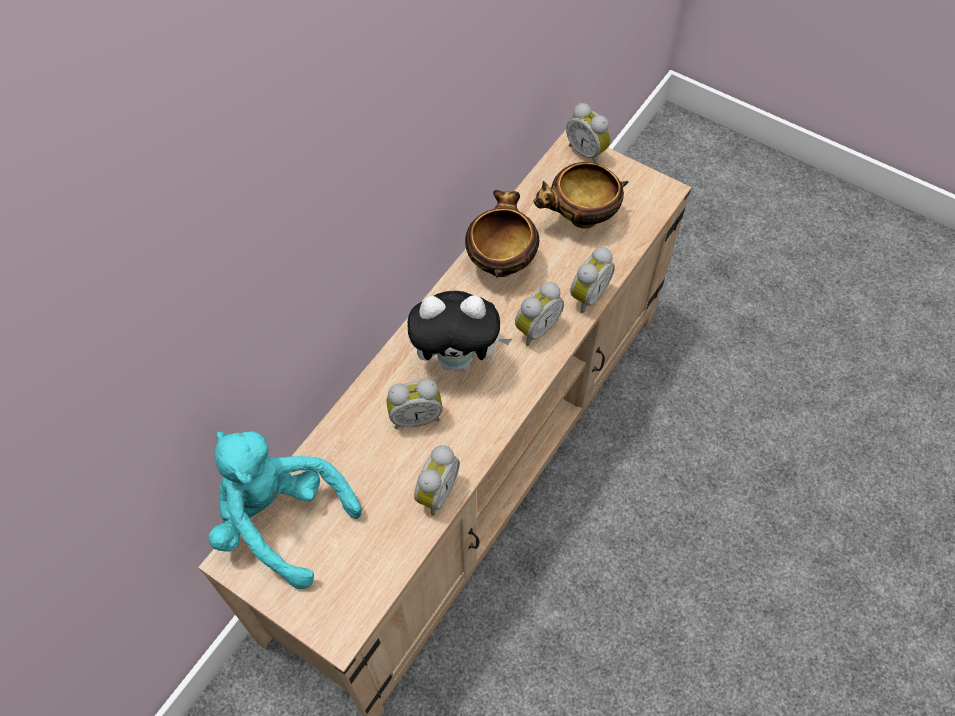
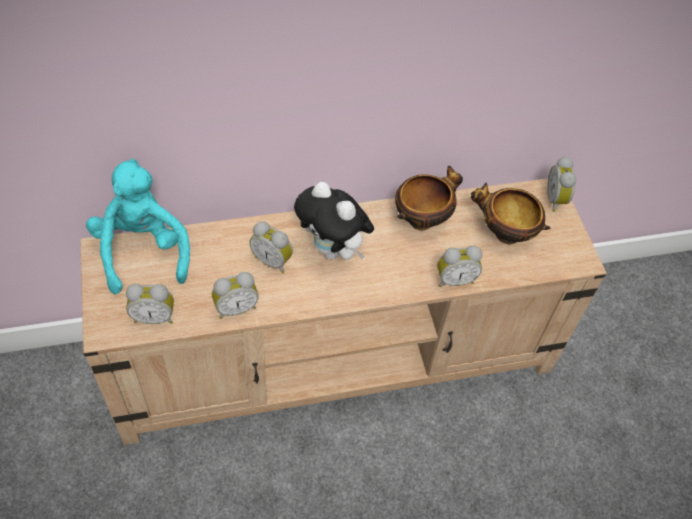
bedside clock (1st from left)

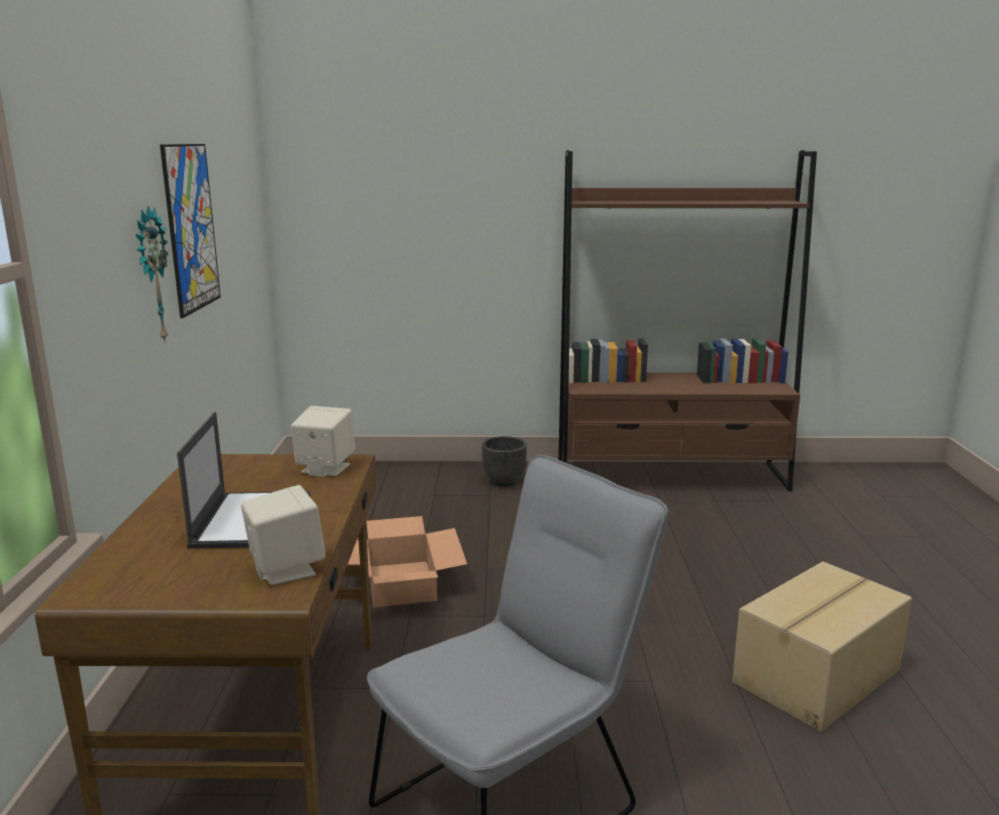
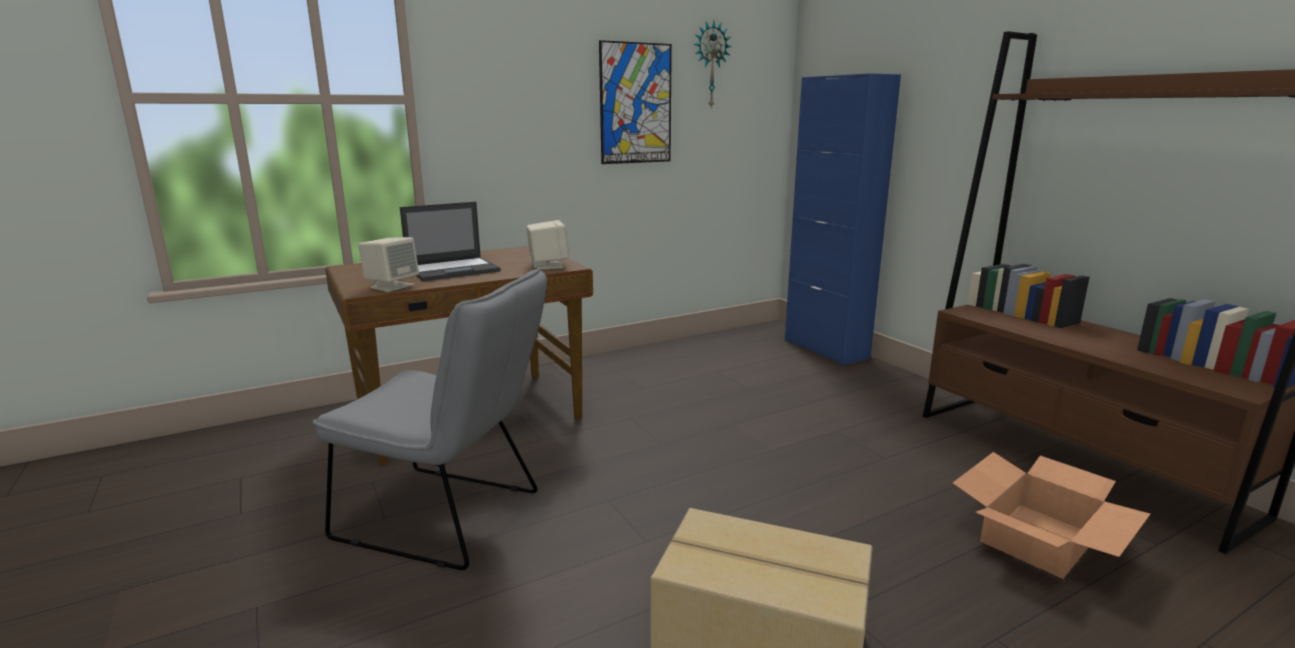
black planter
blue-coloured cupboard
wall clock
carton (2nd from left)

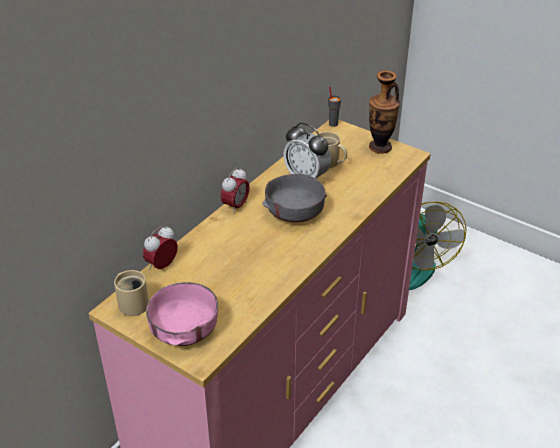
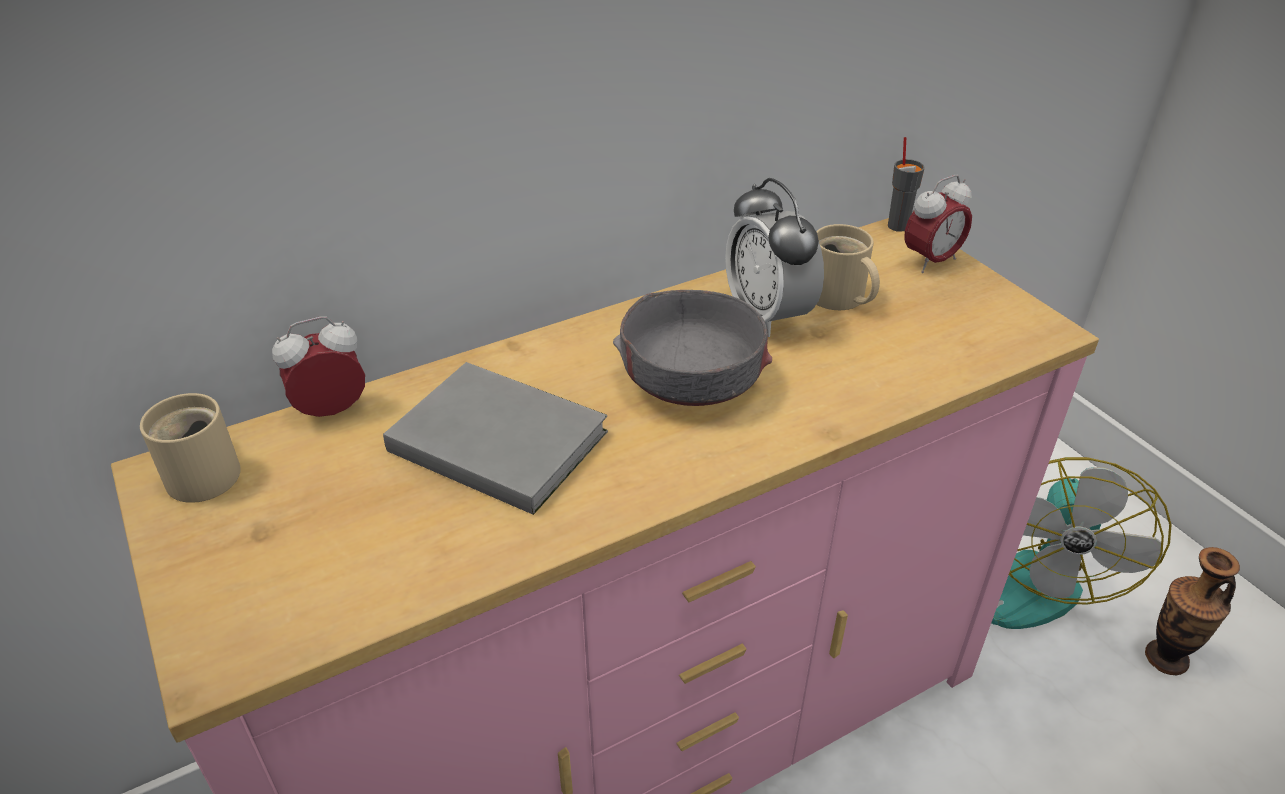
pink bowl
grey volume
bedside clock (3rd from left)
decorative vase

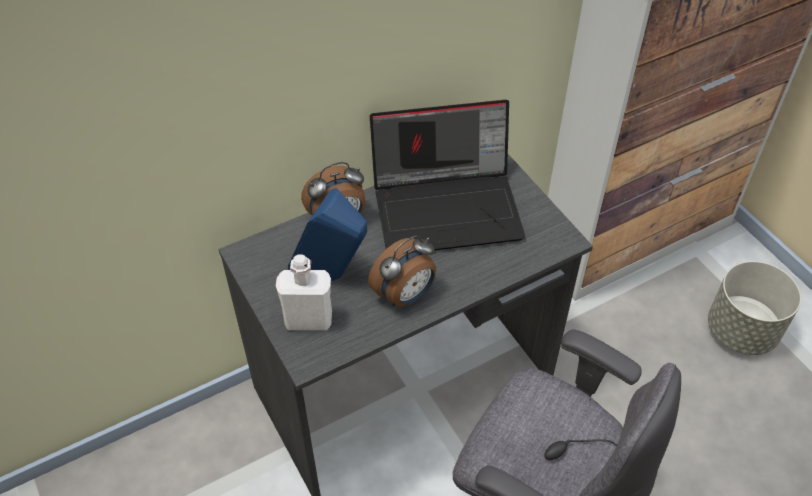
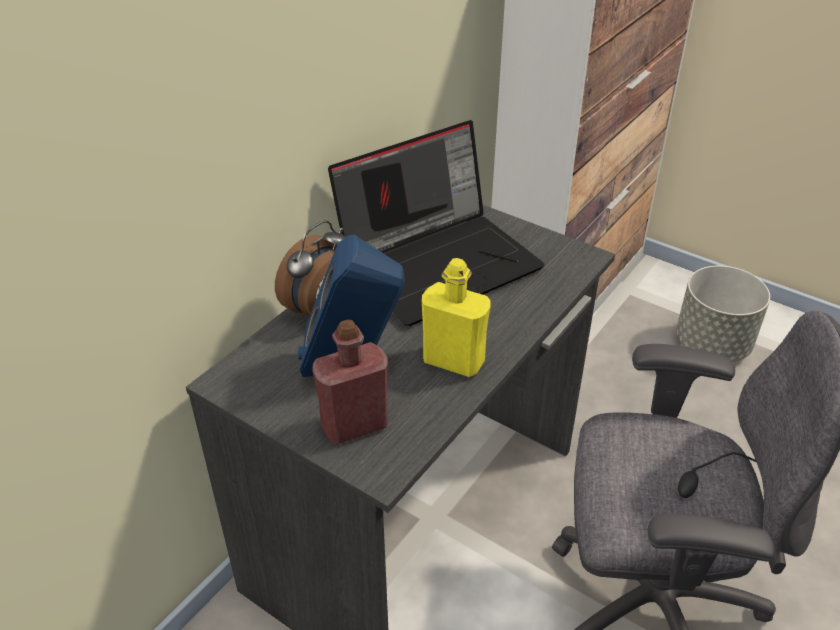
yellowish beverage bottle
reddish beverage bottle

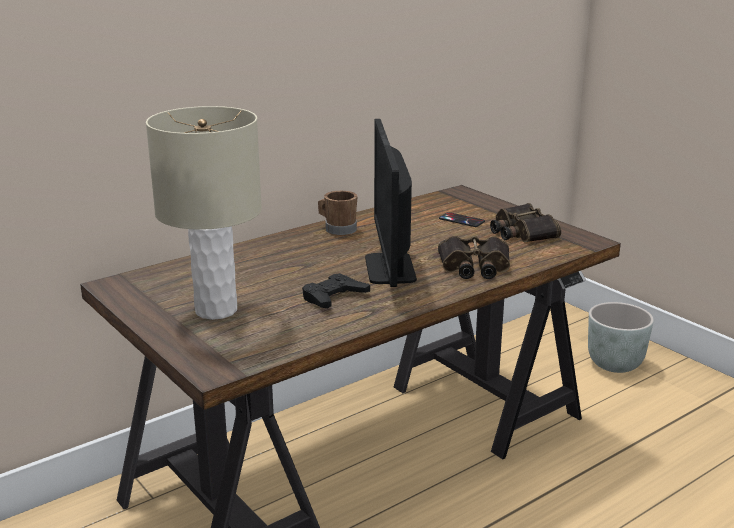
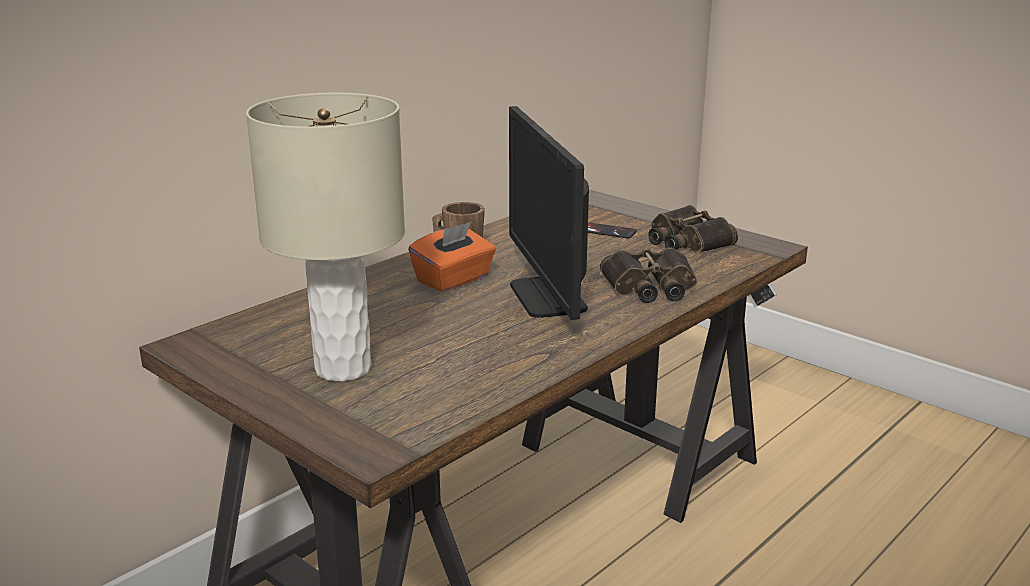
black gamepad
grey planter
orange-coloured box of tissues

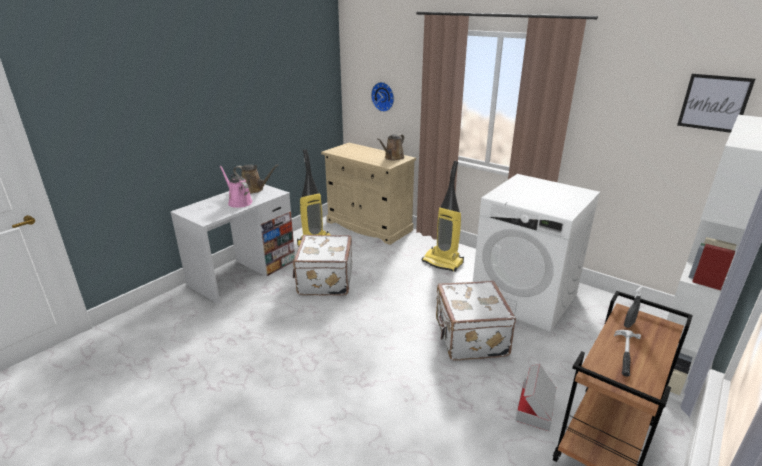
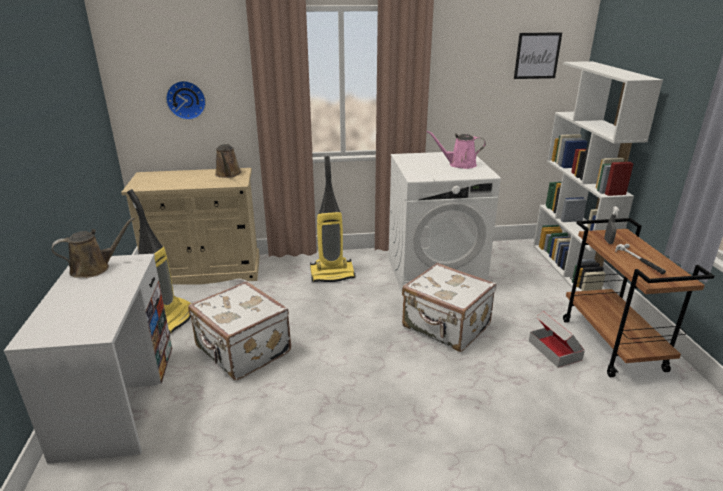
pink sprinkling can

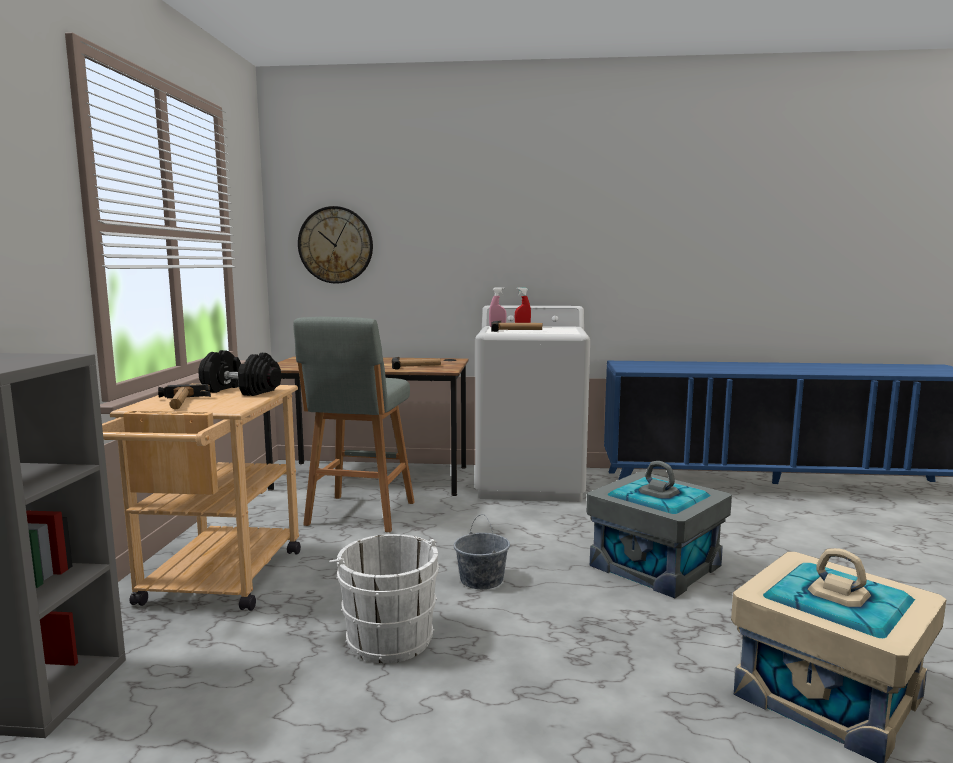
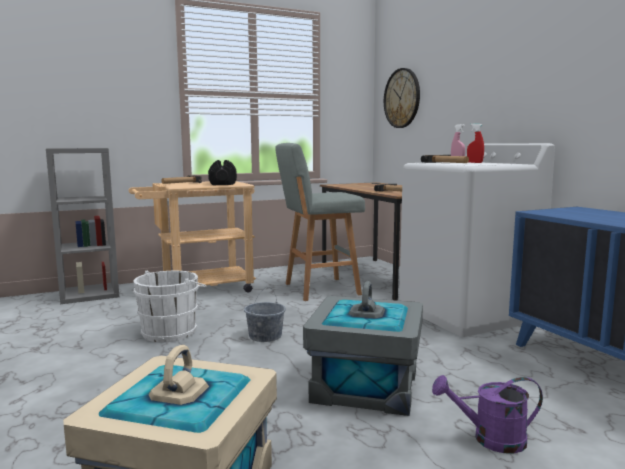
purple sprinkling can

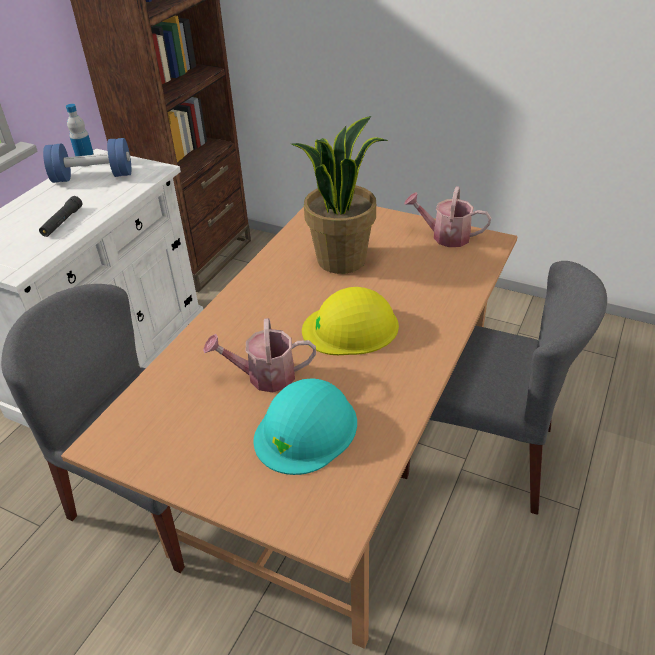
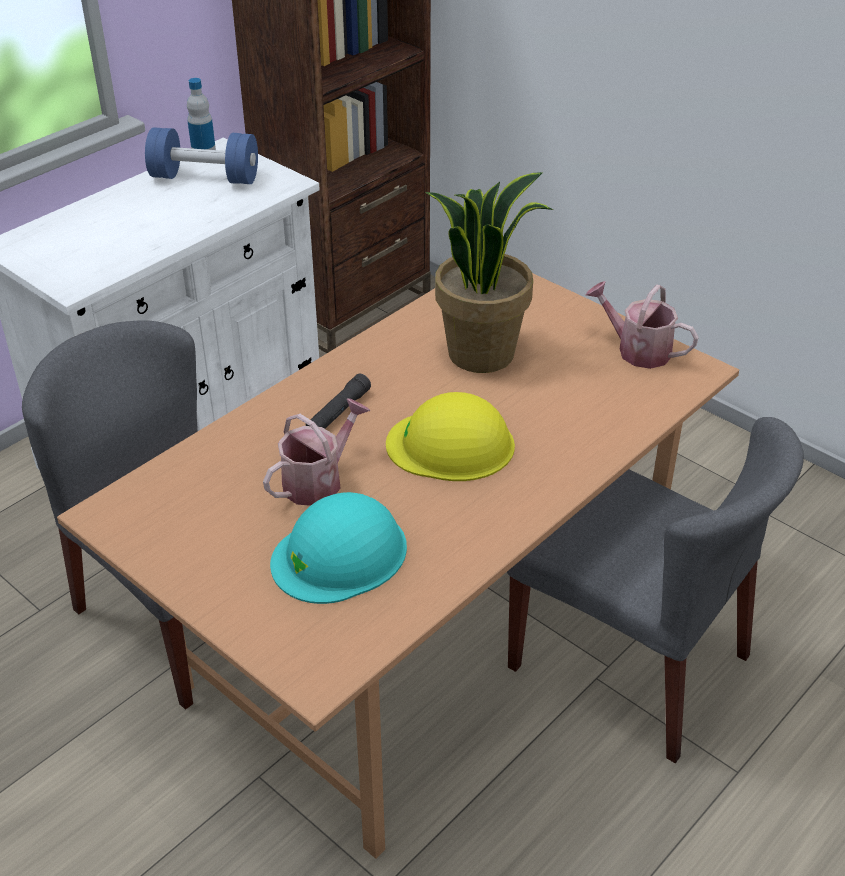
black hand torch
sprinkling can (1st from left)

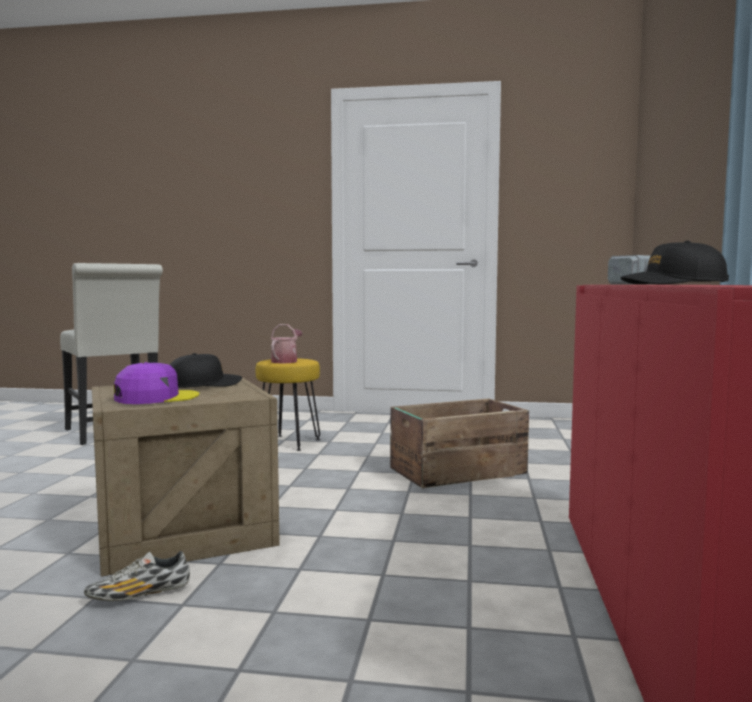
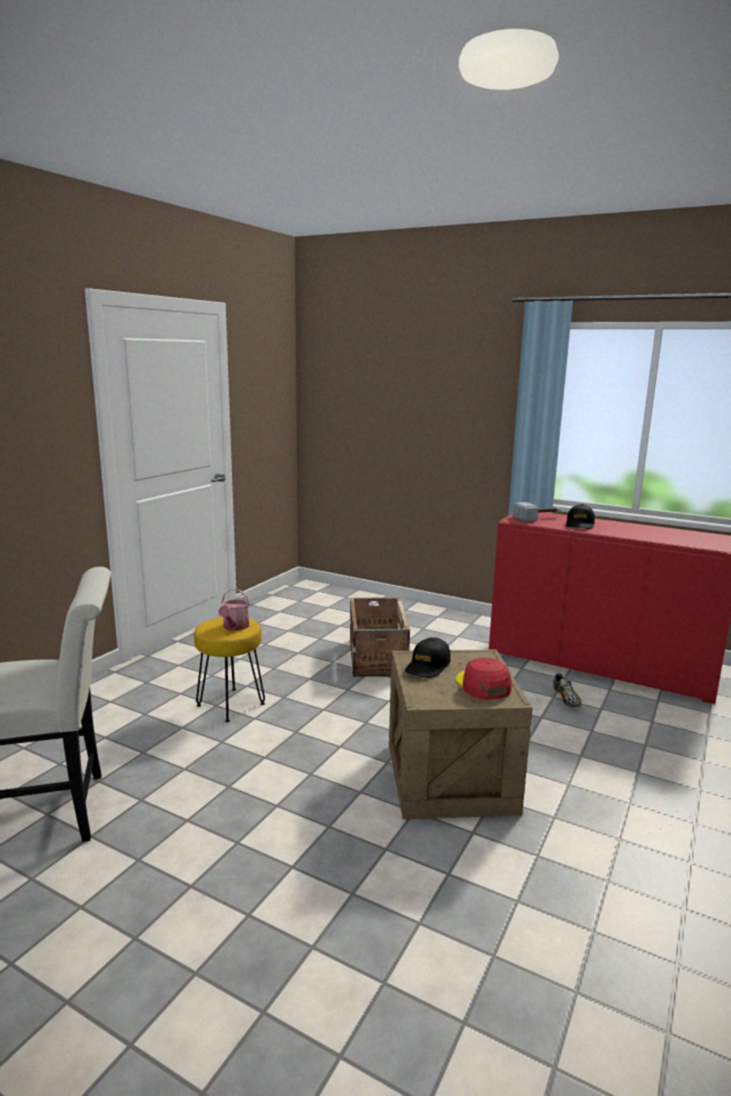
item of footwear
reddish cap
black cap (1st from left)
sprinkling can

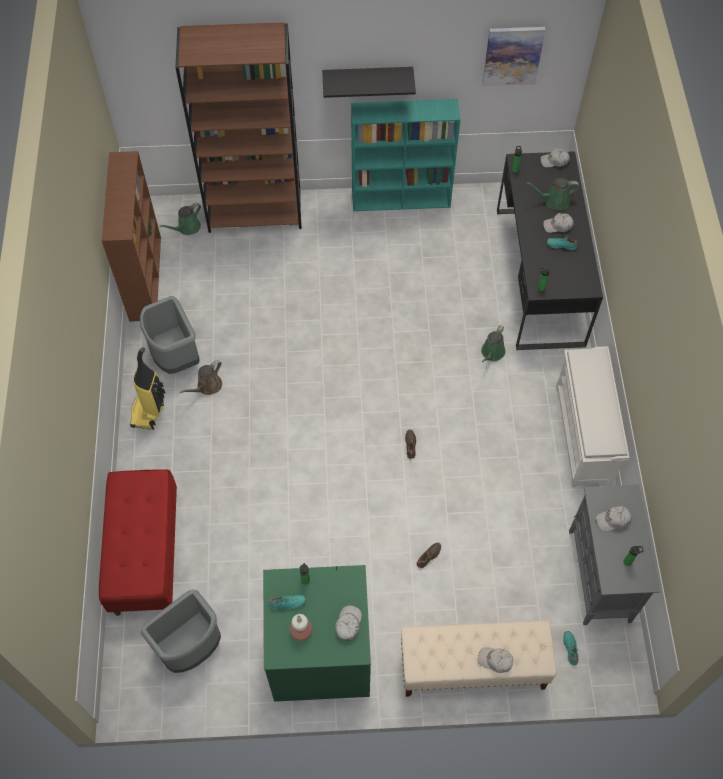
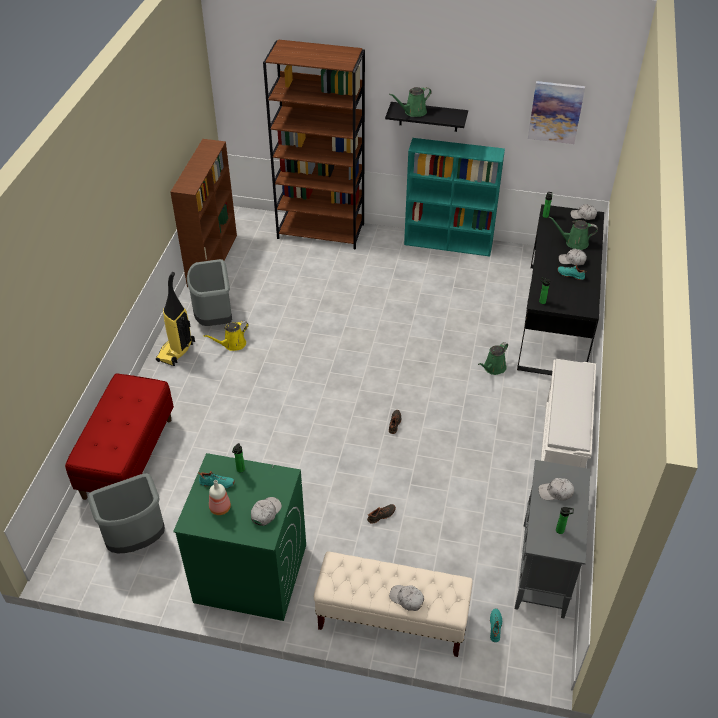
green sprinkling can (1st from left)
yellowish sprinkling can

